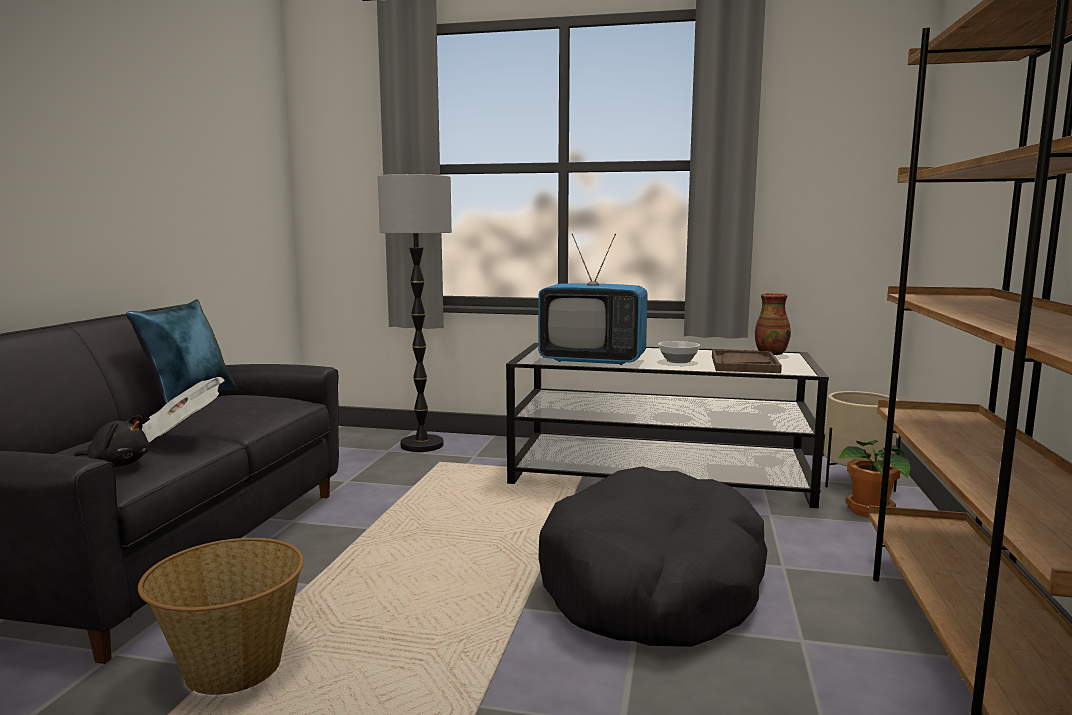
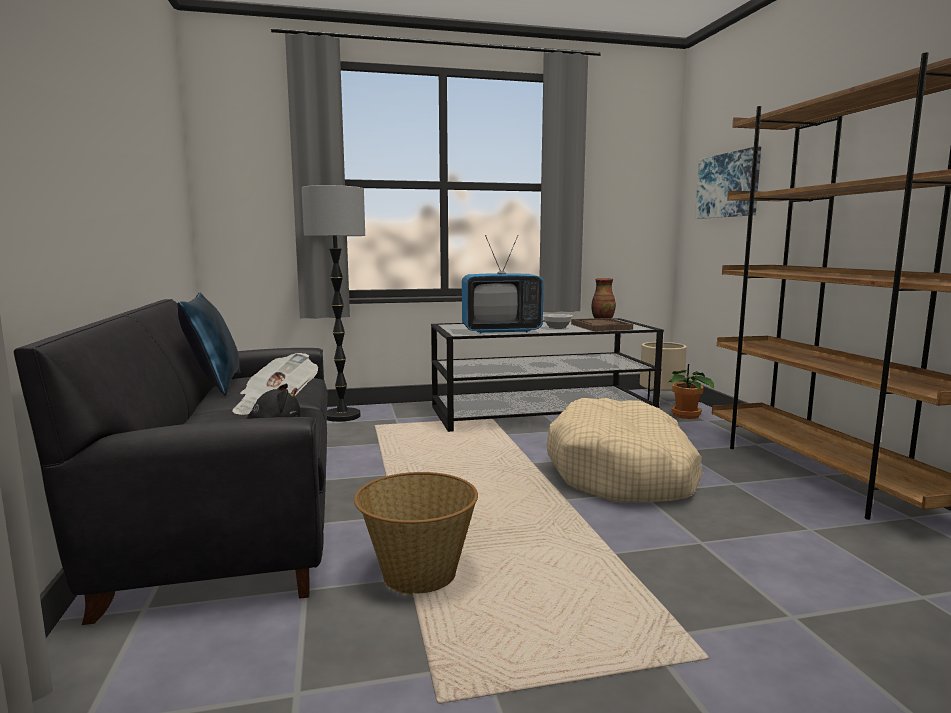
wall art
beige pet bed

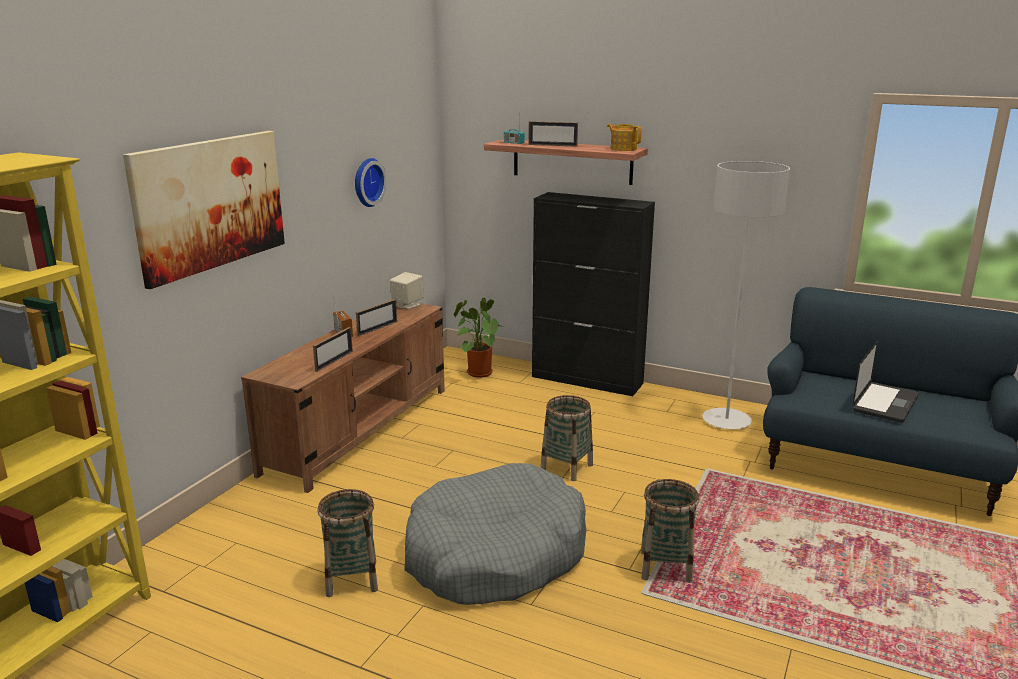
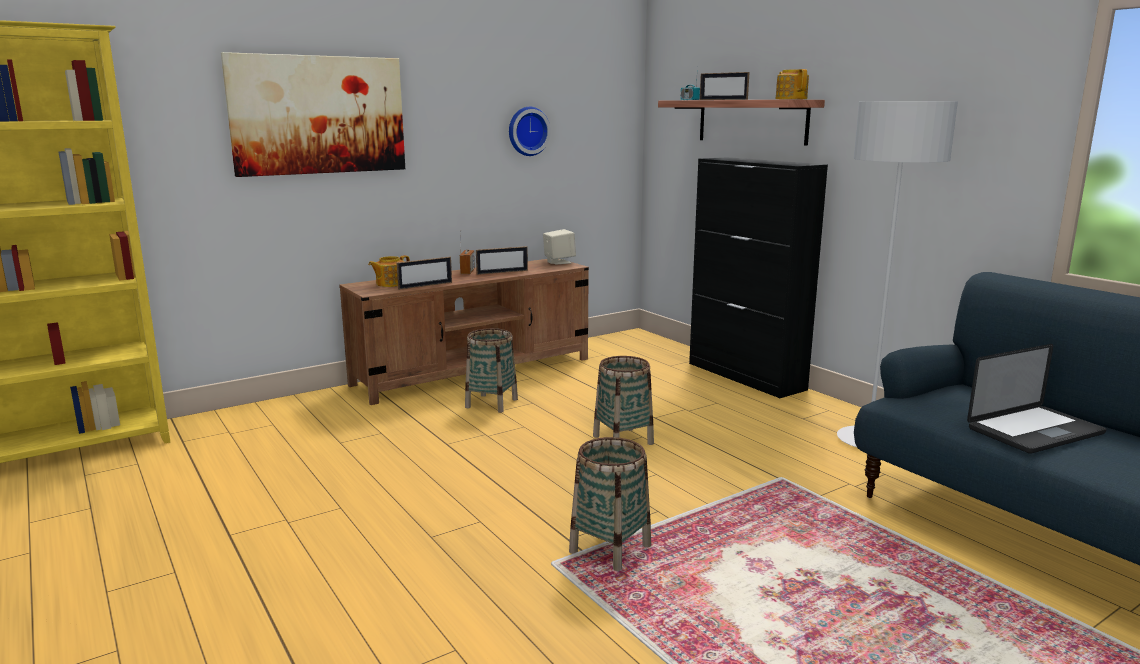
grey pet bed
houseplant
tea pot (1st from left)
household basket (1st from left)

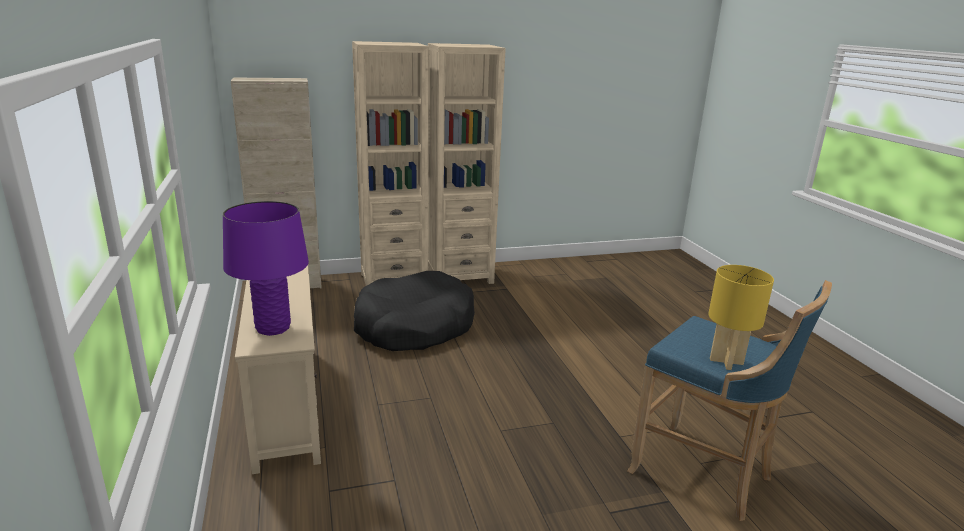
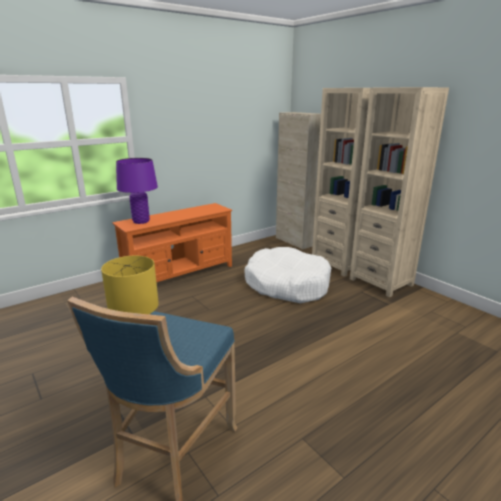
orange-coloured tv unit
white-coloured pet bed

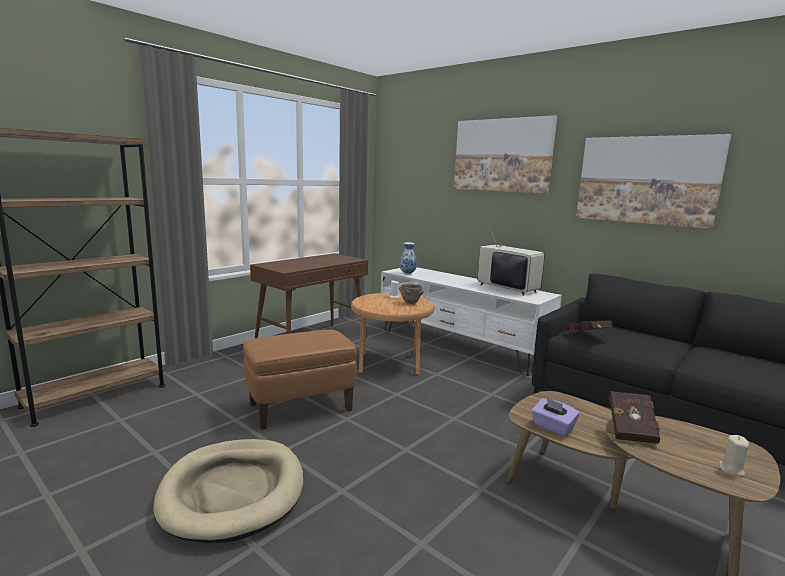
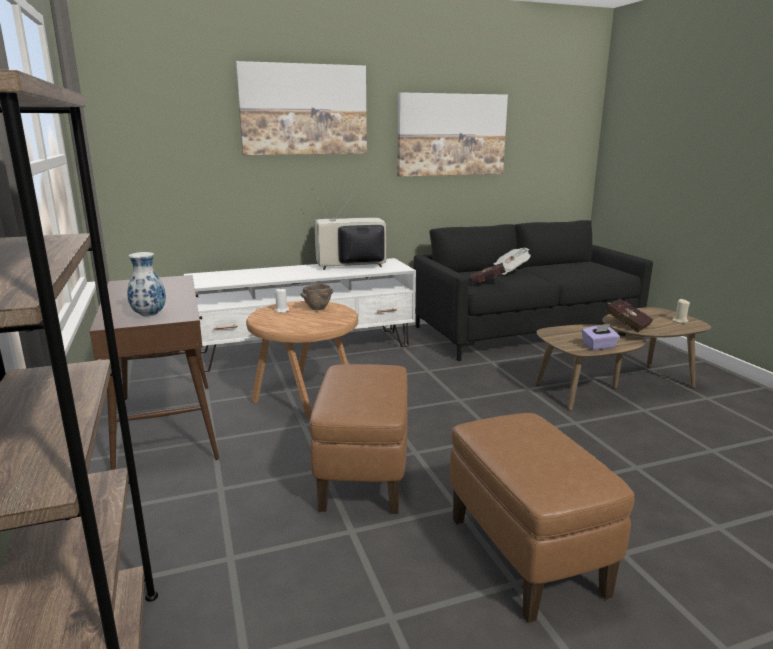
printed paper
decorative vase
brown pouffe (2nd from left)

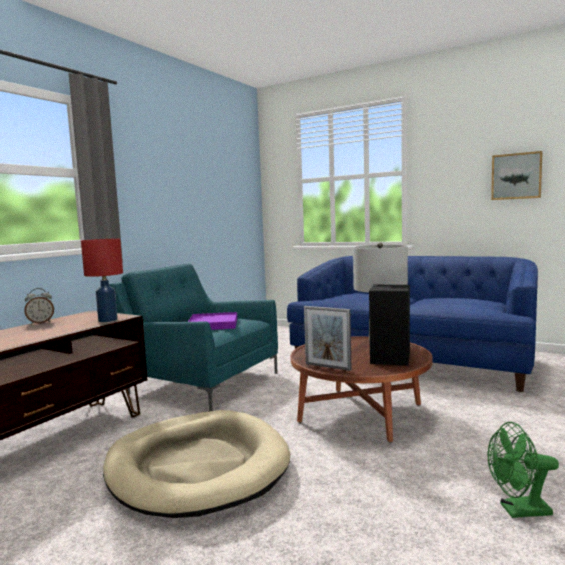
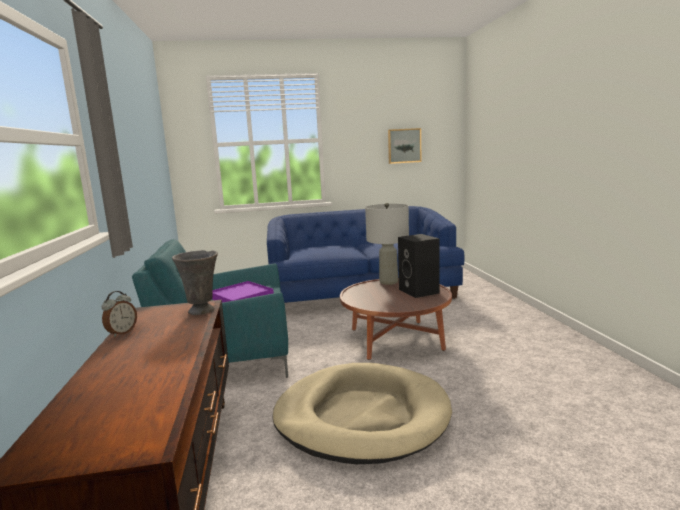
picture frame
green cooling fan
grey decorative vase

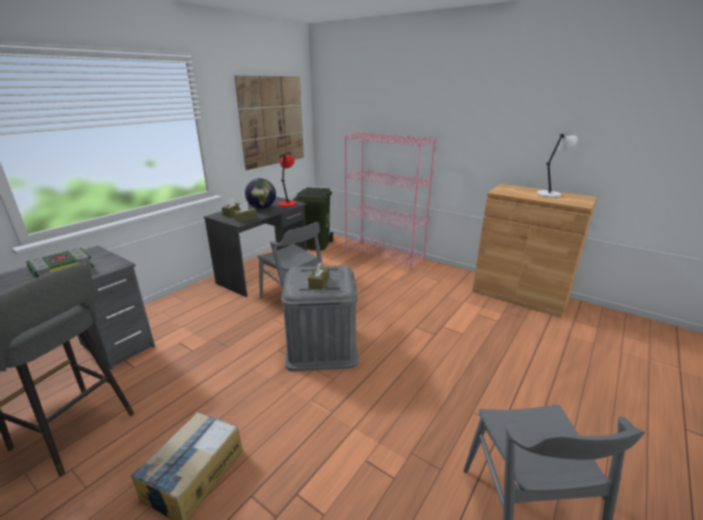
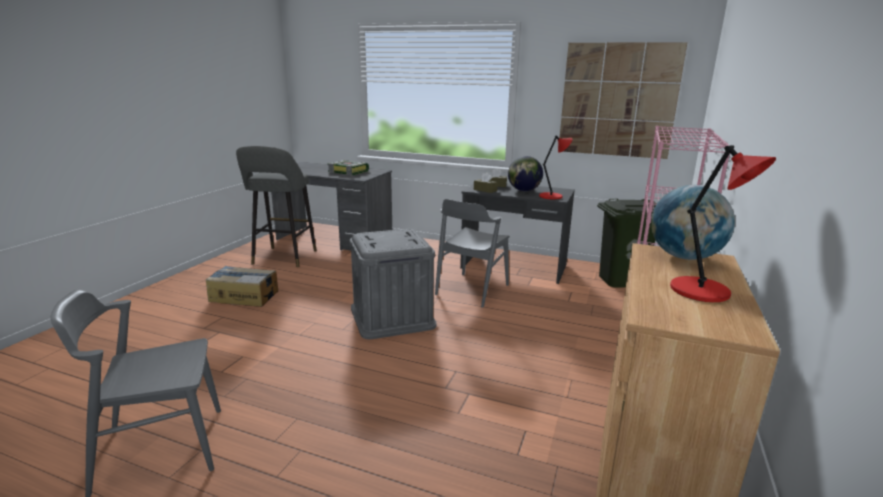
brown box of tissues (3rd from left in the first image)
desk globe (2nd from left)
reddish table lamp (2nd from left)

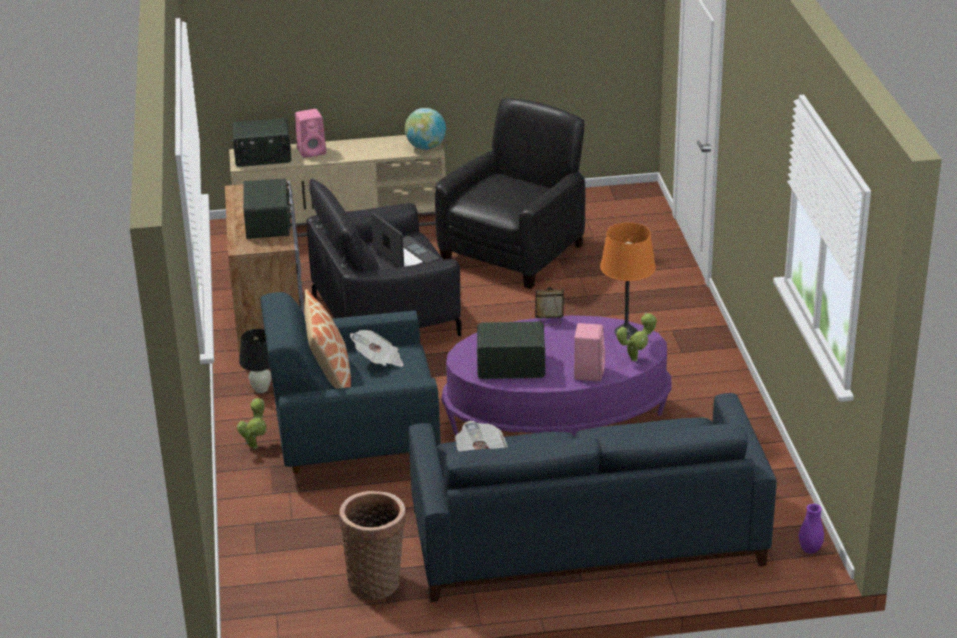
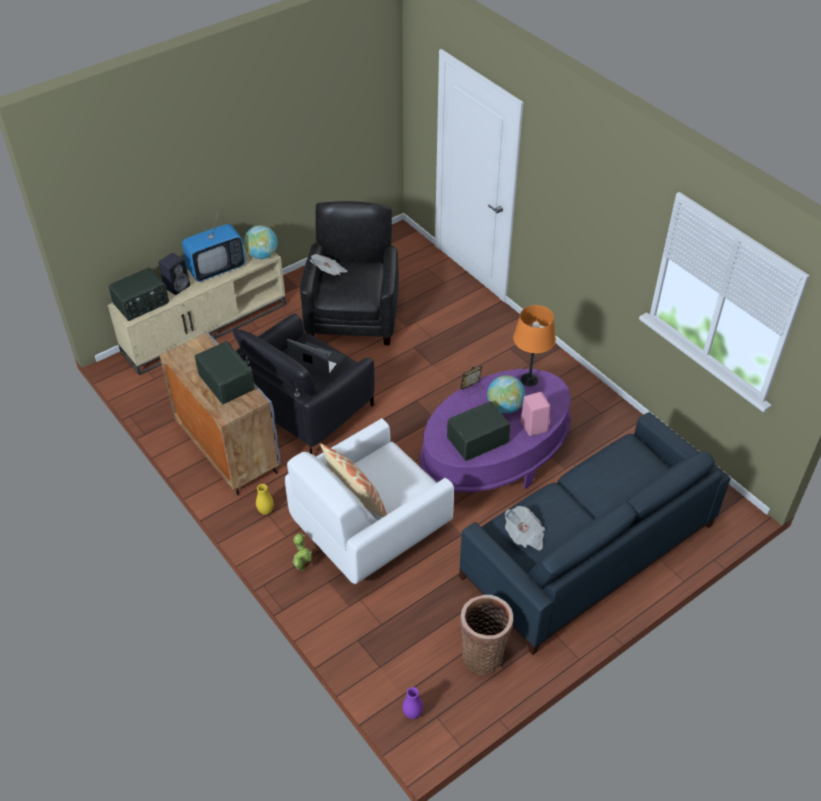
houseplant (2nd from left in the first image)
TV
desk globe (2nd from left)
printed paper (1st from left)
purple decorative vase
yellowish decorative vase
white-coloured armchair
black loudspeaker

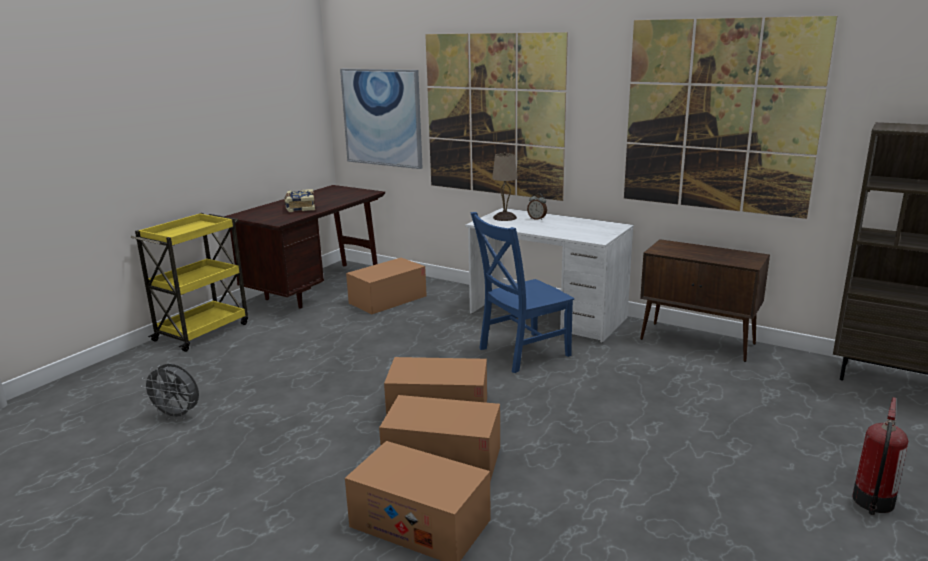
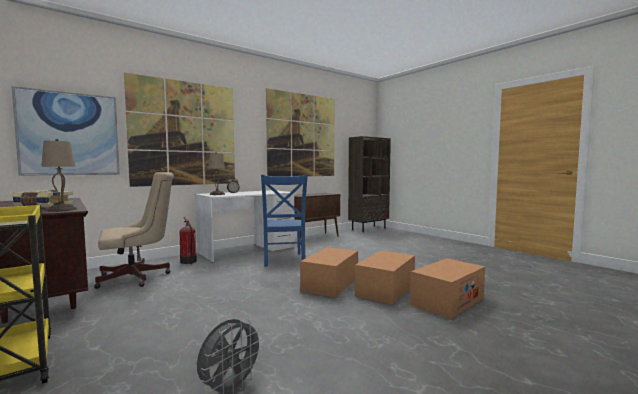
beige table lamp (1st from left)
extinguisher
beige computer chair

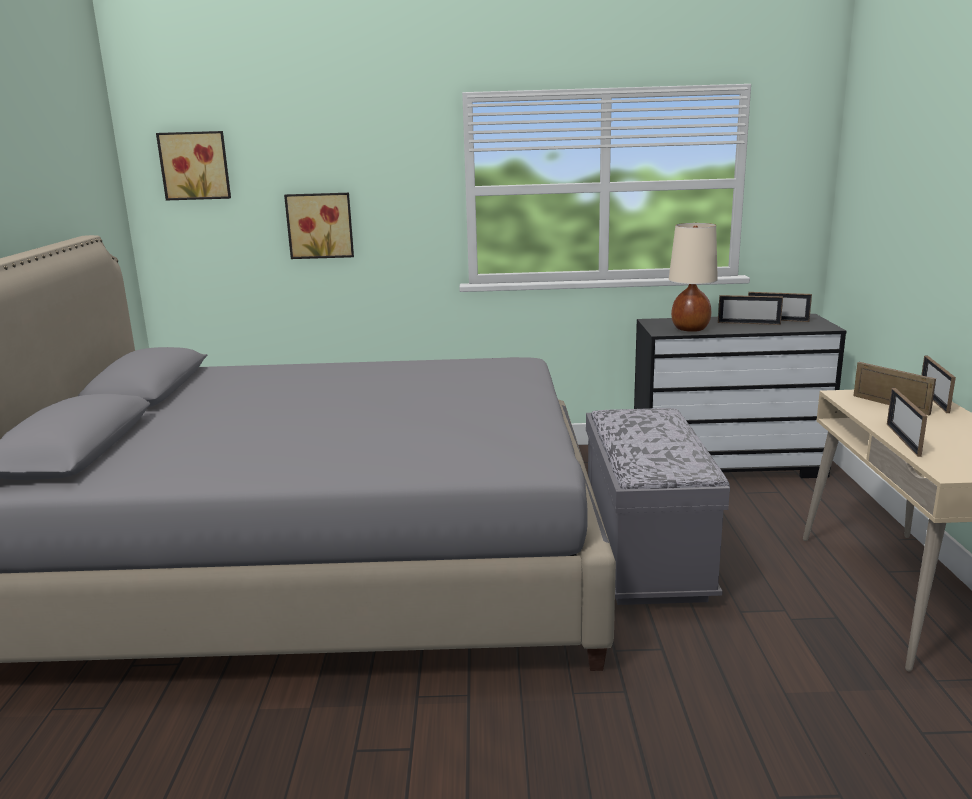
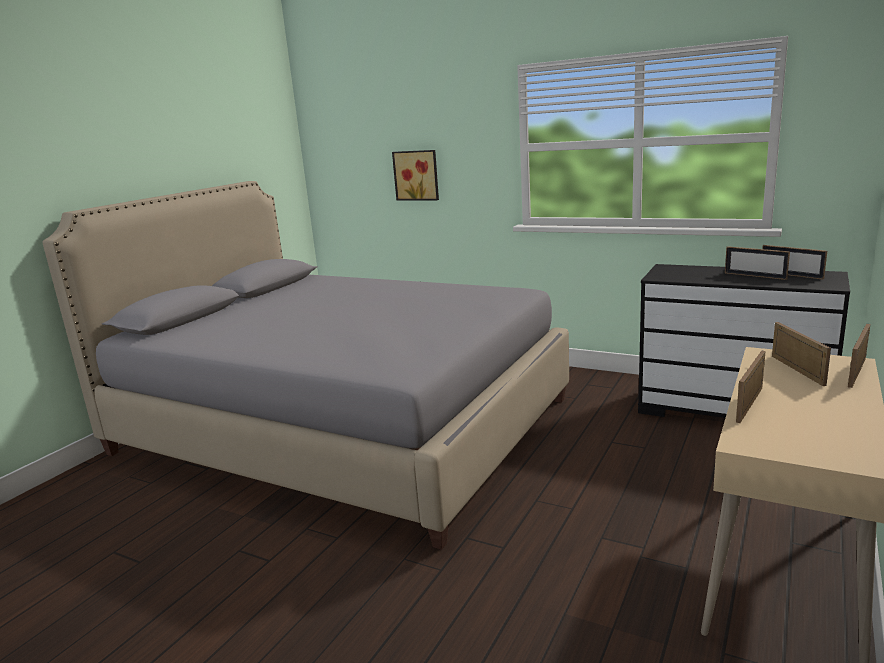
wall art (1st from left in the first image)
grey bench
beige table lamp

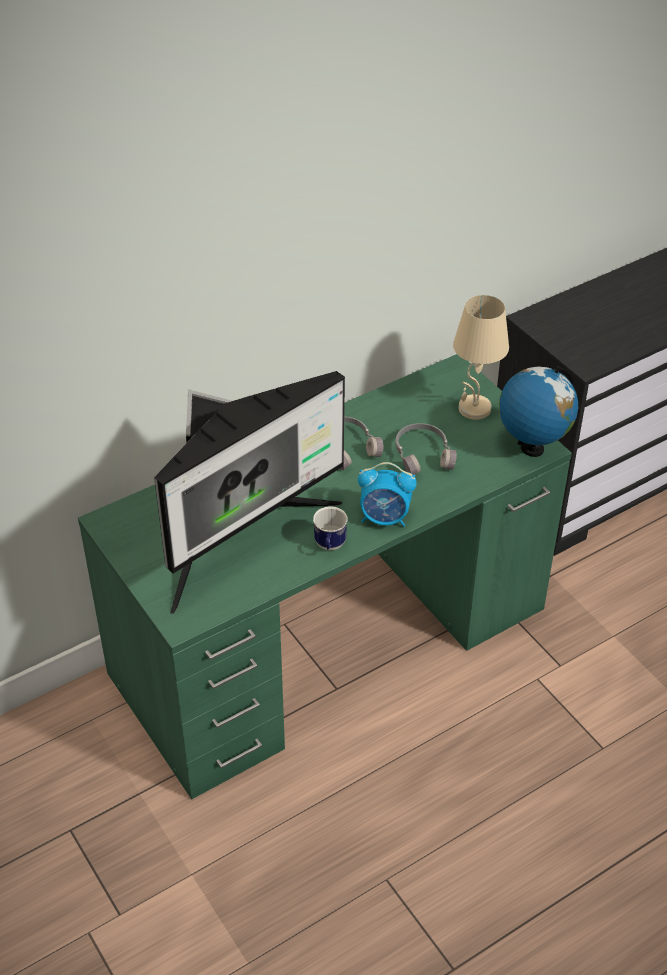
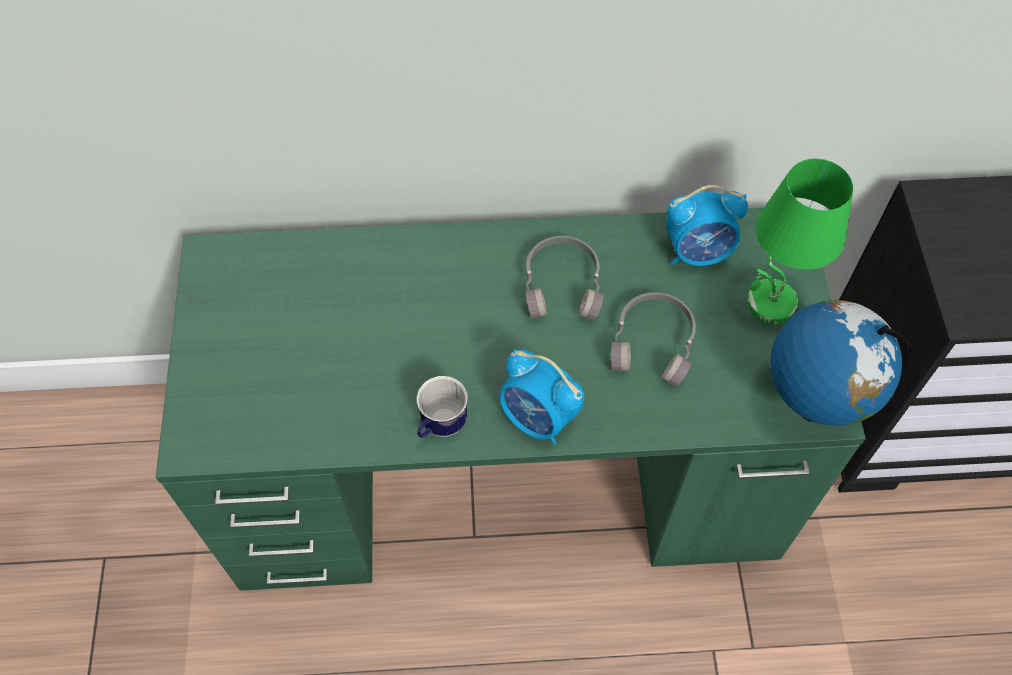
computer display
bedside clock (2nd from left)
green table lamp

